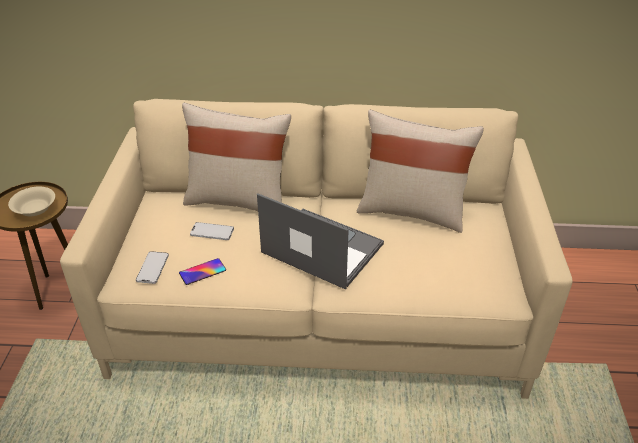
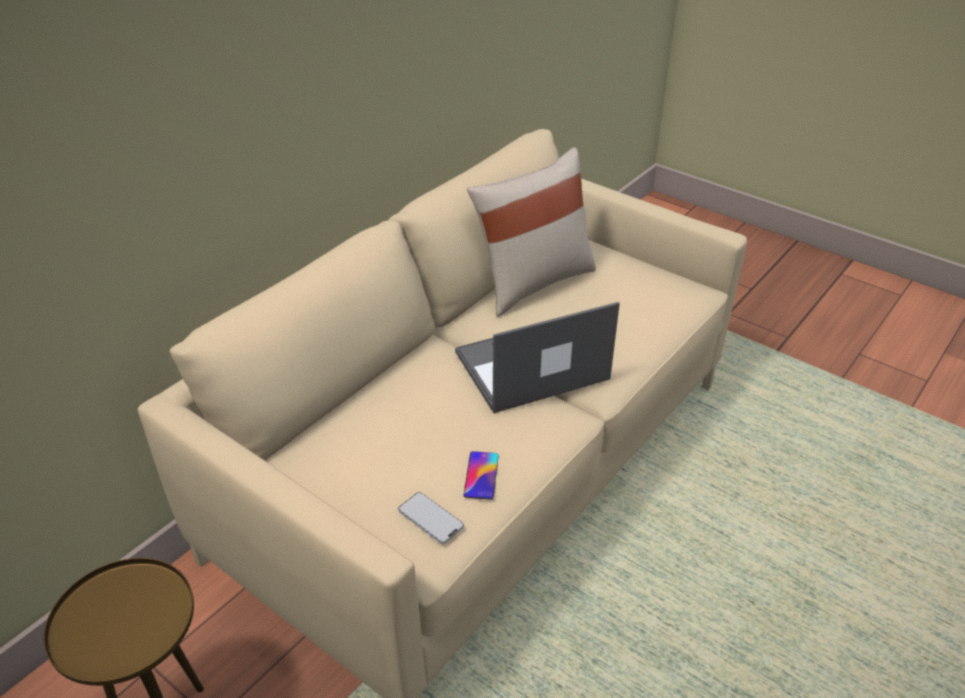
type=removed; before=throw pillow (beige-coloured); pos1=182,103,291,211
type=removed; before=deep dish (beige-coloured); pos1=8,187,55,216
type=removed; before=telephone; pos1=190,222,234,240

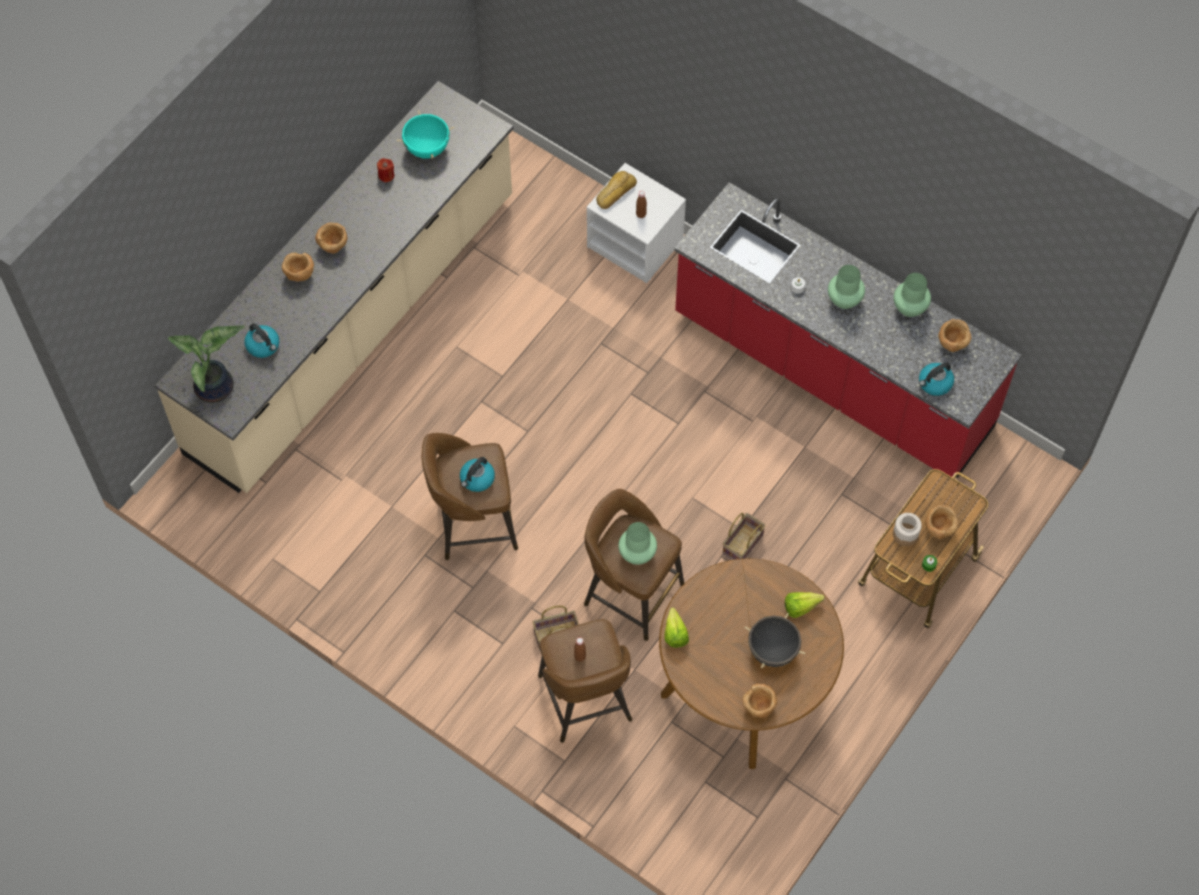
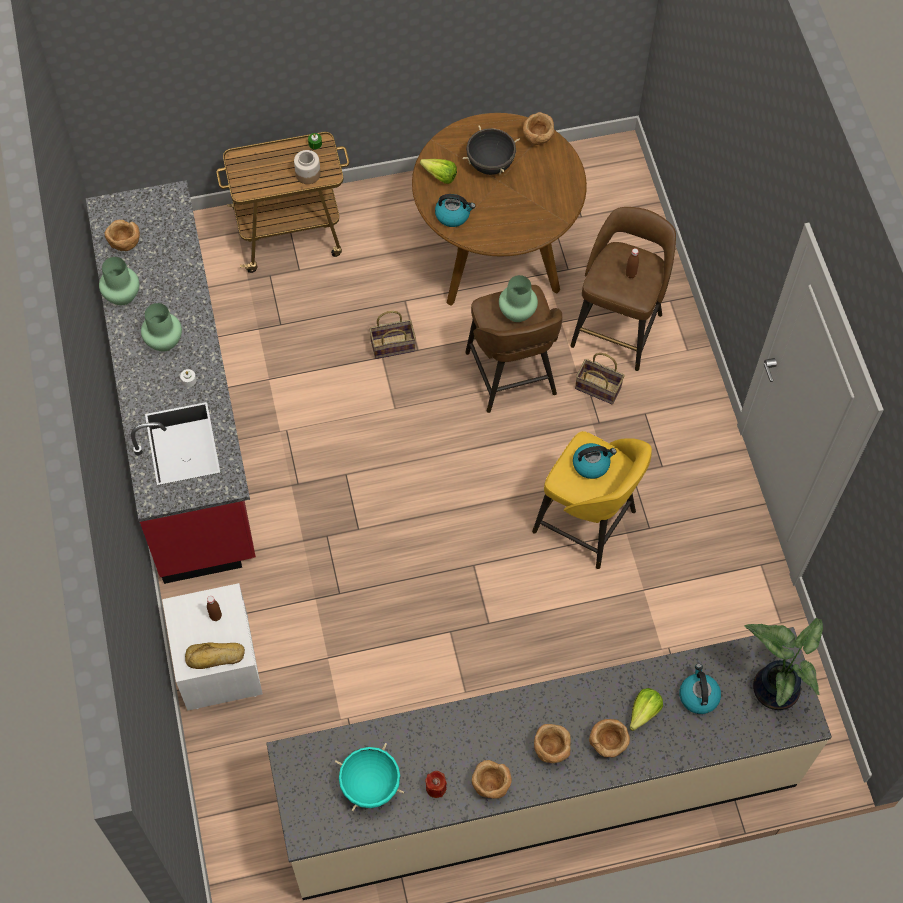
type=moved; before=kettle; pos1=919,362,954,396; pos2=435,194,476,227
type=recoloured; before=sitting stool (brownish); after=sitting stool (yellowish); pos1=422,433,518,560; pos2=532,431,652,569
type=moved; before=deep dish (brownish); pos1=925,505,959,539; pos2=472,760,512,799
type=moved; before=lettuce; pos1=665,608,689,648; pos2=629,688,663,731

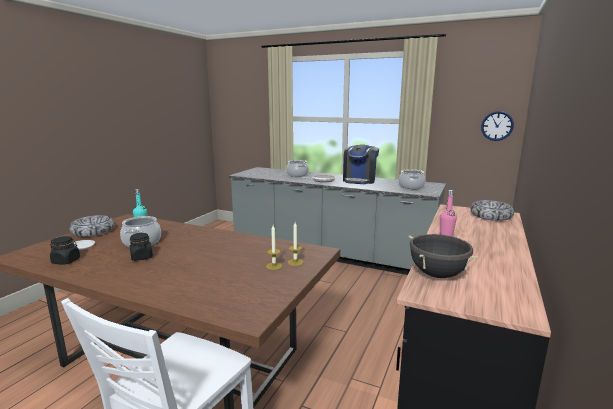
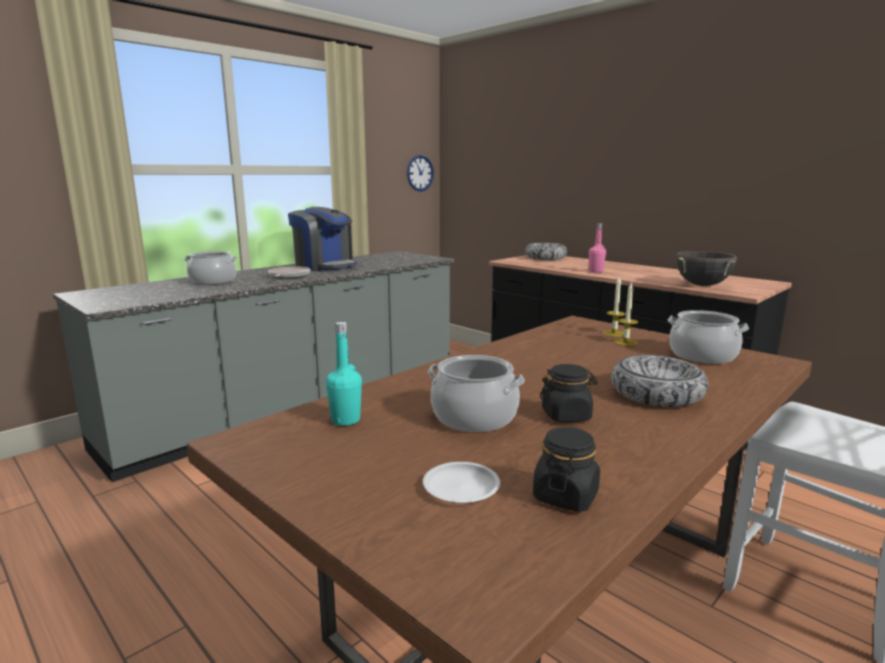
type=moved; before=cooking pot; pos1=399,169,425,189; pos2=667,310,749,364
type=moved; before=deep dish; pos1=69,215,114,237; pos2=611,355,708,407

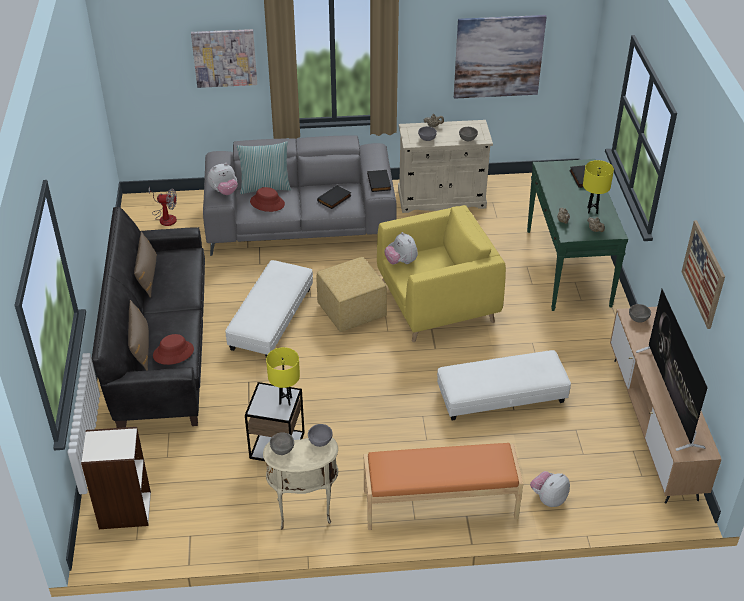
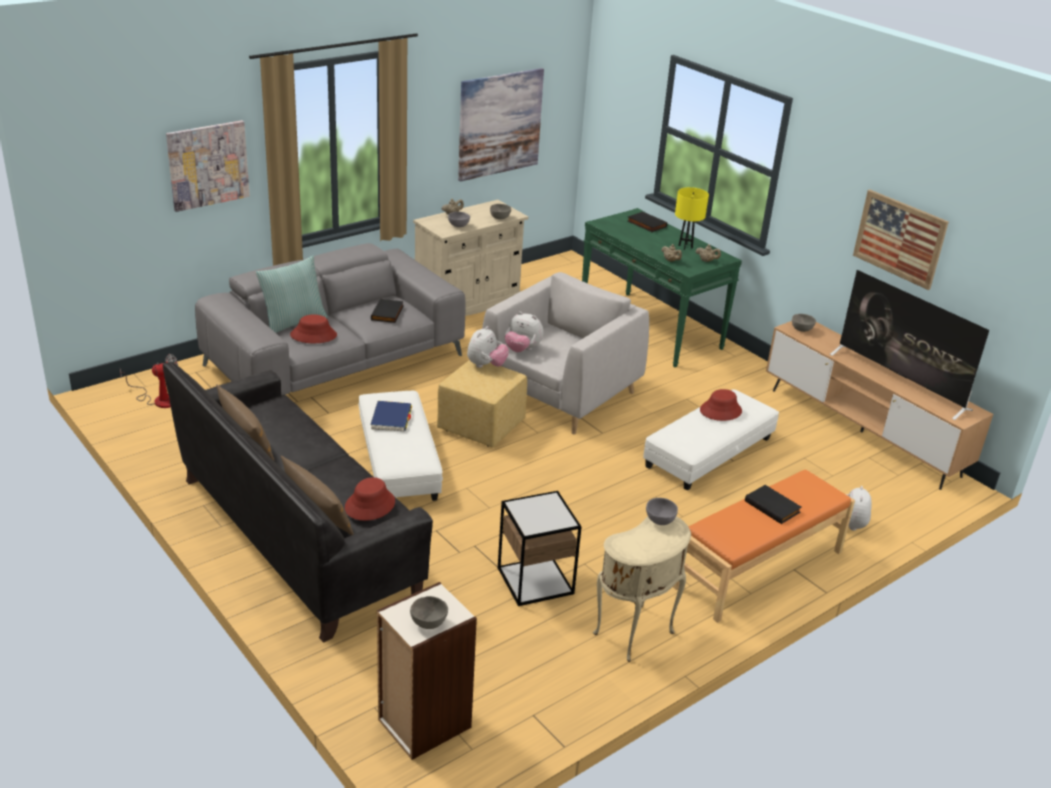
type=moved; before=cuddly toy; pos1=207,163,238,195; pos2=467,326,509,368
type=moved; before=book (blackish); pos1=367,170,391,192; pos2=745,485,802,524
type=recoloured; before=easy chair (yellowish); after=easy chair (gray); pos1=377,205,506,342; pos2=482,272,649,434
type=removed; before=tabletop lamp (yellowish); pos1=266,347,300,406
type=moved; before=deep dish (gray); pos1=270,433,294,455; pos2=410,596,448,629
type=added; after=hat (red-coloured); pos2=700,389,742,421
type=added; after=book (bluish); pos2=371,401,412,431

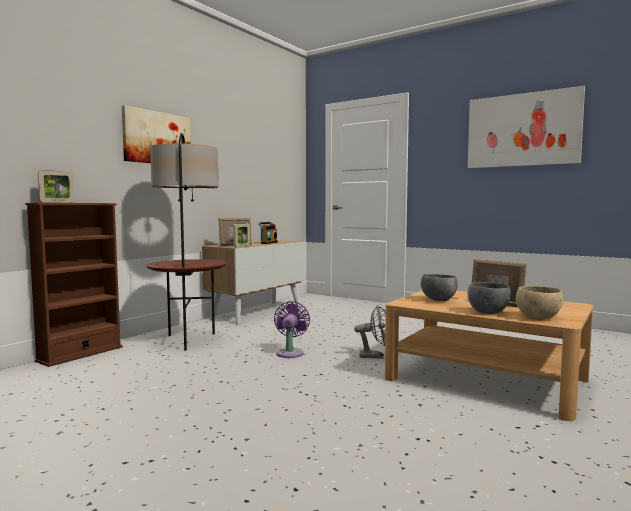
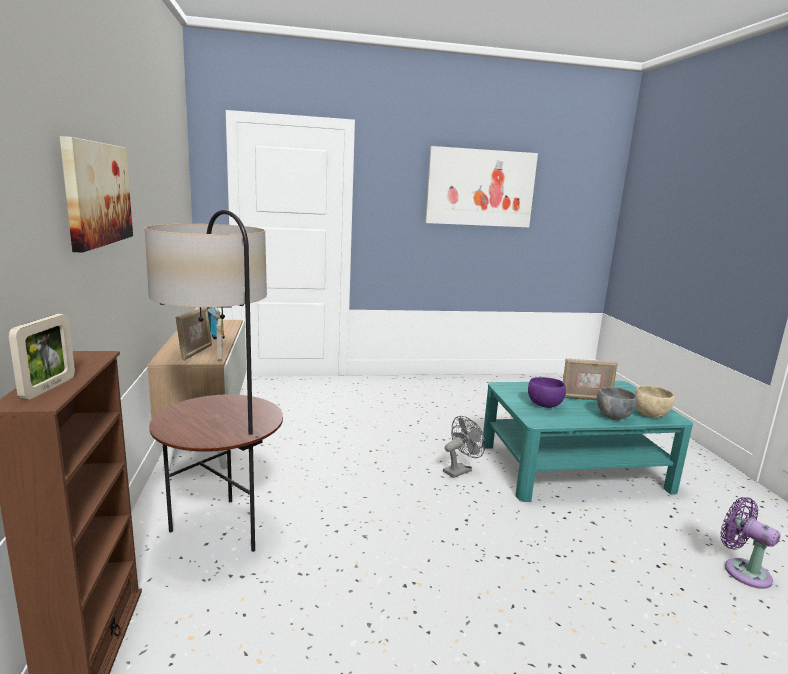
type=recoloured; before=deep dish (gray); after=deep dish (purple); pos1=421,274,458,301; pos2=528,377,566,408
type=recoloured; before=lounge table (beige-coloured); after=lounge table (turquoise); pos1=385,291,593,421; pos2=482,381,693,502
type=moved; before=fan (purple); pos1=274,301,310,358; pos2=721,497,781,589

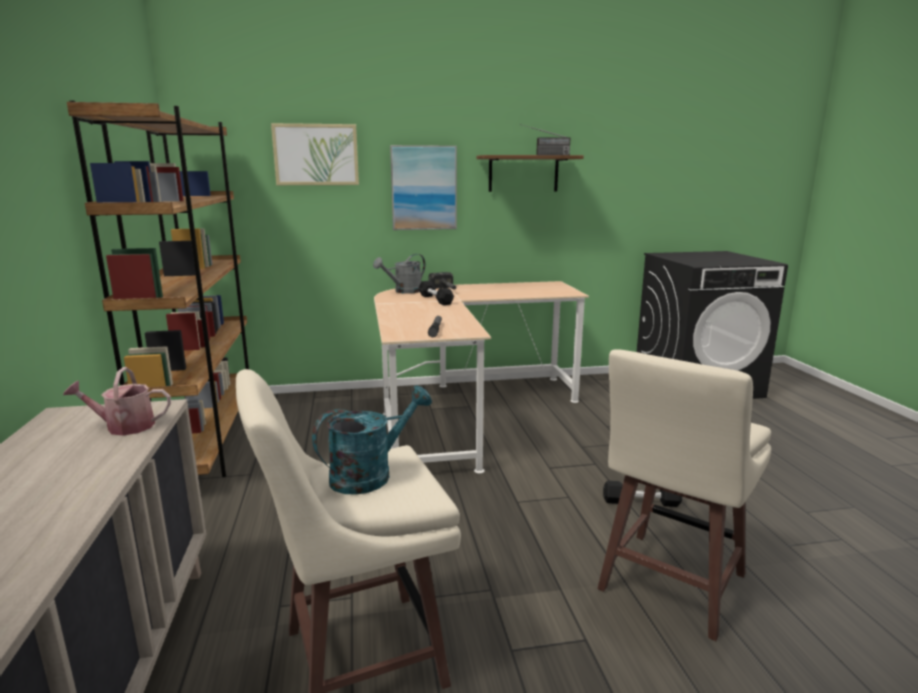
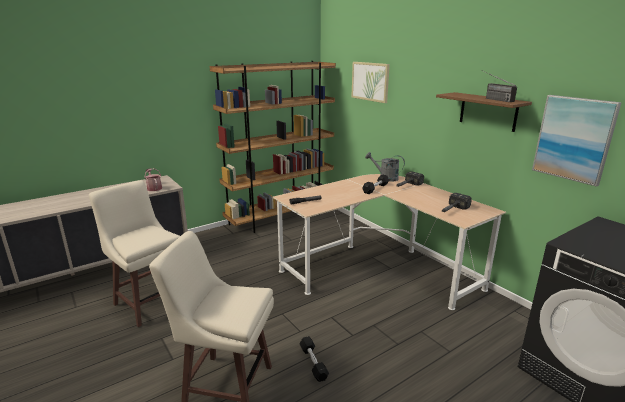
type=moved; before=wall picture; pos1=390,145,457,230; pos2=532,95,622,187
type=removed; before=sprinkling can (turquoise); pos1=312,386,432,495
type=added; after=tool hammer; pos2=442,193,472,212

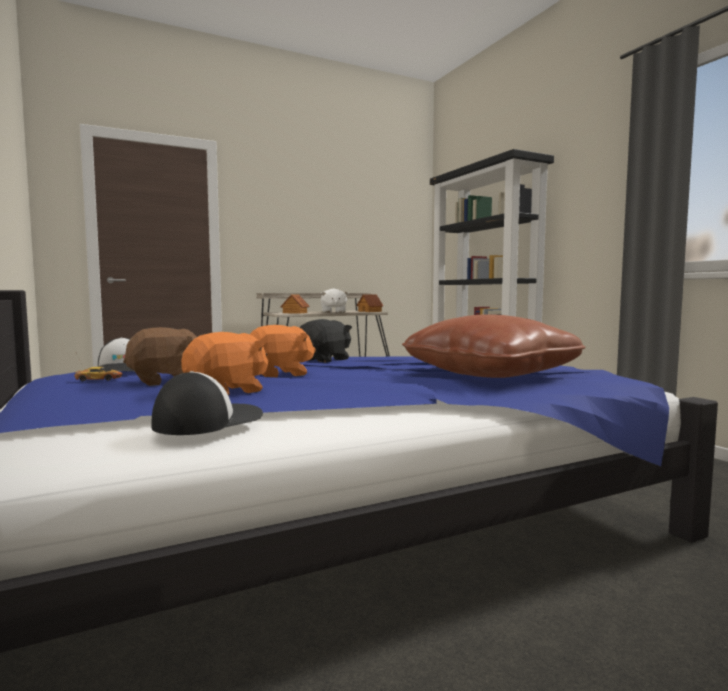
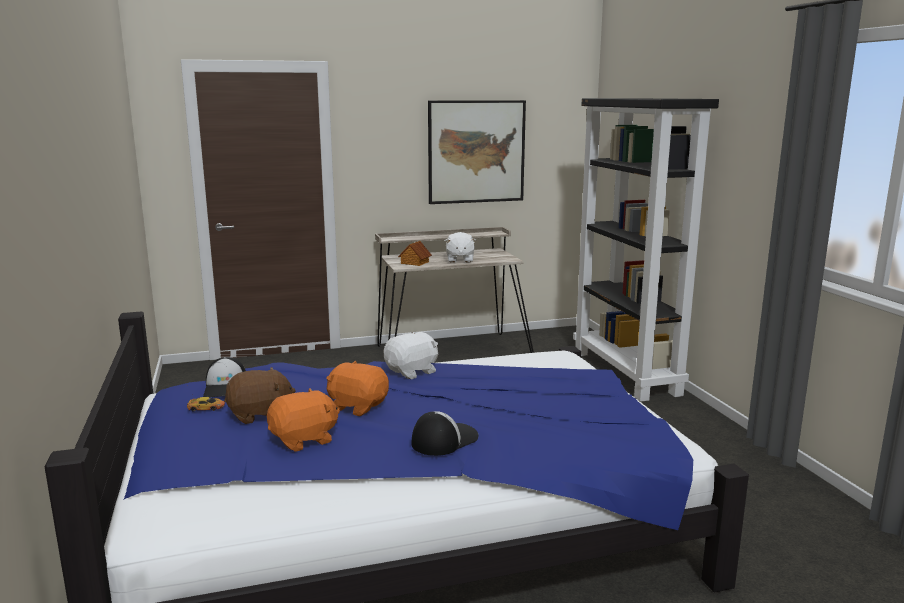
type=removed; before=toy house; pos1=356,294,383,312
type=removed; before=throw pillow (brownish); pos1=402,314,586,378
type=recoloured; before=cuddly toy (blackish); after=cuddly toy (white-coloured); pos1=299,319,352,363; pos2=384,331,438,379
type=turned; before=cuddly toy (orangey); pos1=250,325,316,377; pos2=326,361,389,416; turn=-135
type=moved; before=baseball cap; pos1=152,371,263,435; pos2=412,411,479,456
type=added; after=wall picture; pos2=428,100,526,204

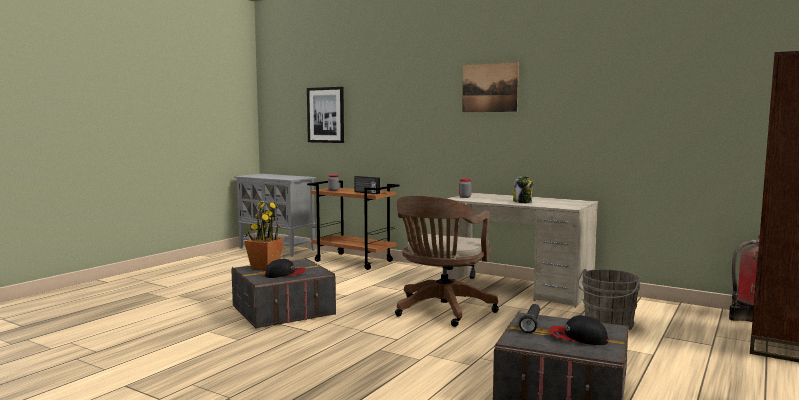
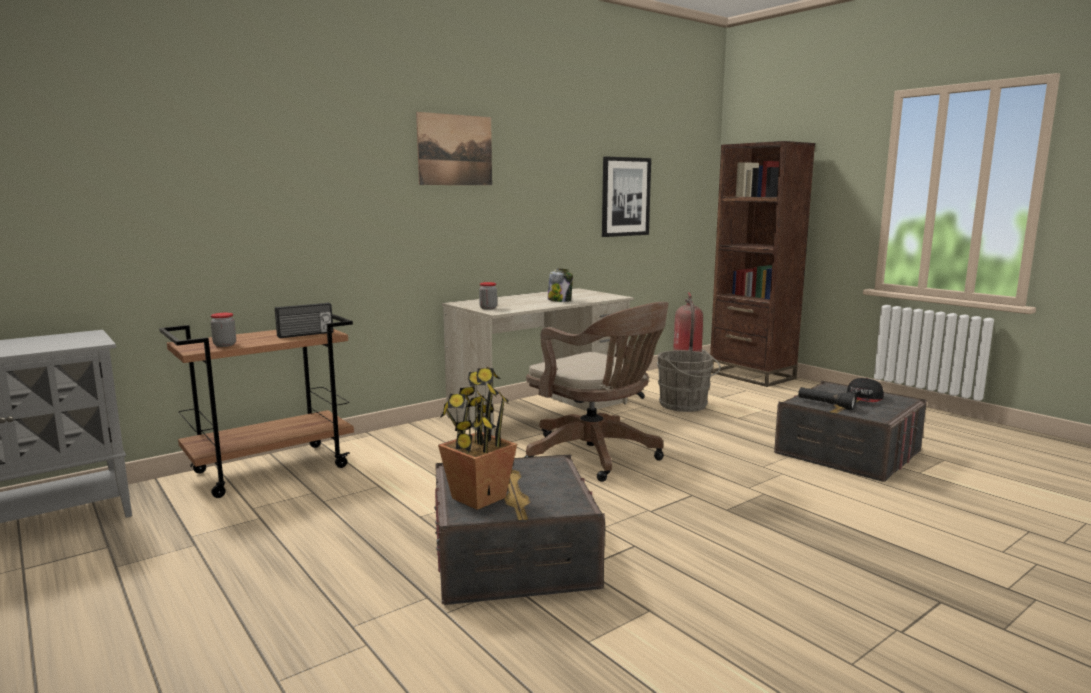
type=moved; before=wall picture; pos1=307,87,344,143; pos2=602,157,651,237
type=removed; before=baseball cap; pos1=265,259,306,278

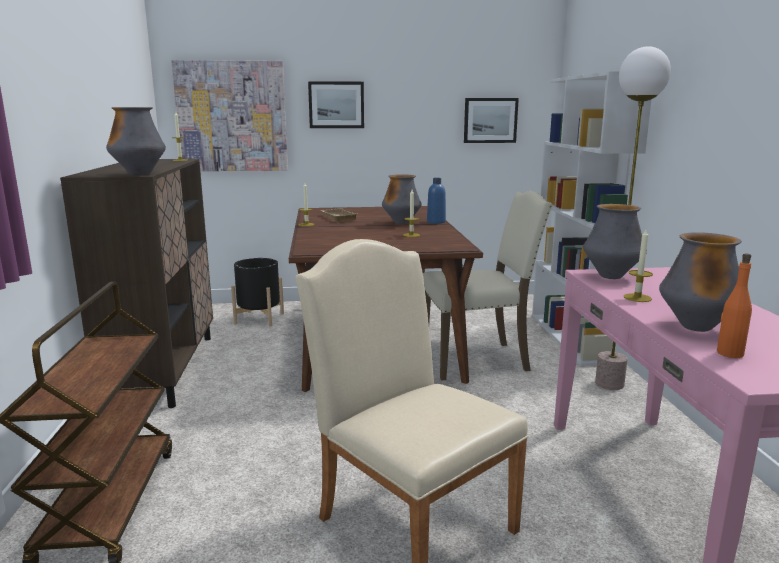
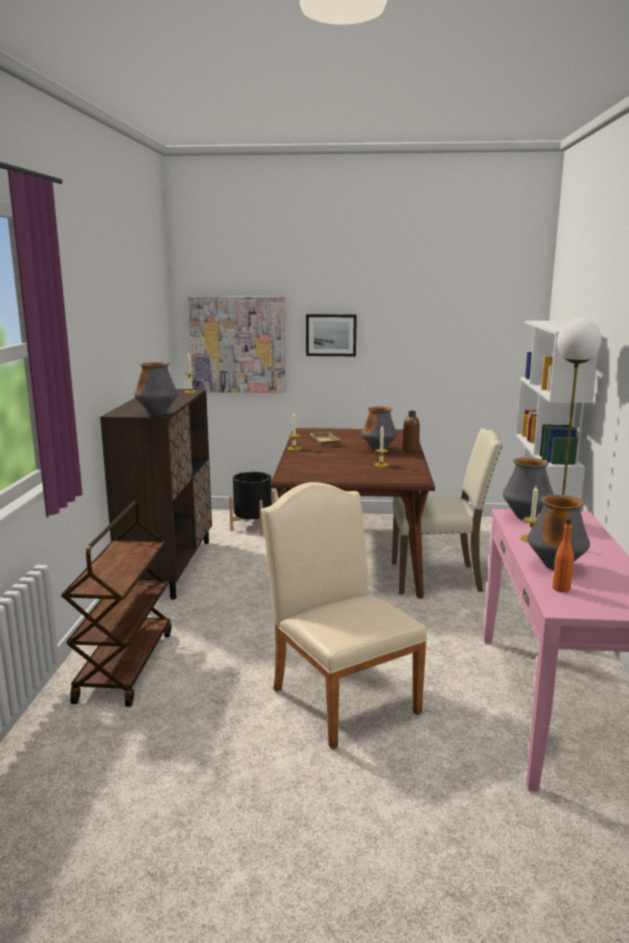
type=removed; before=wall picture; pos1=464,98,519,143
type=recoloured; before=drink bottle (bluish); after=drink bottle (brownish); pos1=427,178,446,224; pos2=402,411,420,452

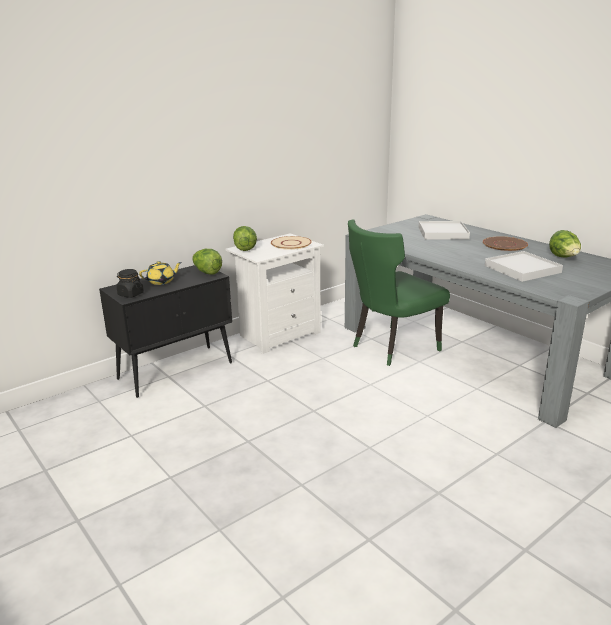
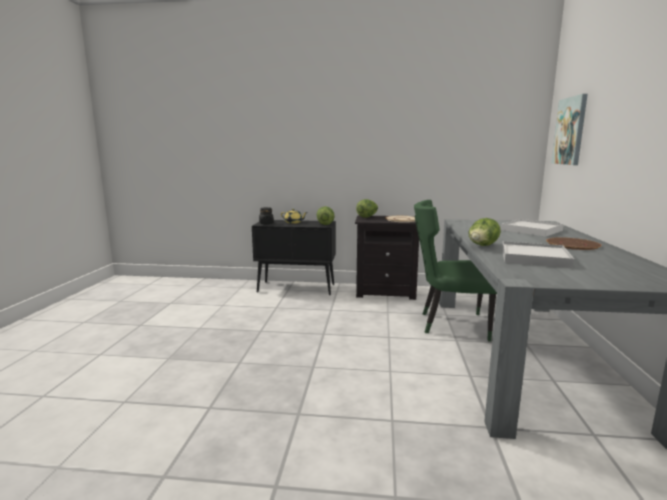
type=moved; before=lettuce; pos1=549,230,581,257; pos2=468,218,501,246
type=recoloured; before=bedside table (white-coloured); after=bedside table (blackish); pos1=226,233,324,354; pos2=355,215,419,300
type=added; after=wall picture; pos2=551,94,588,165

